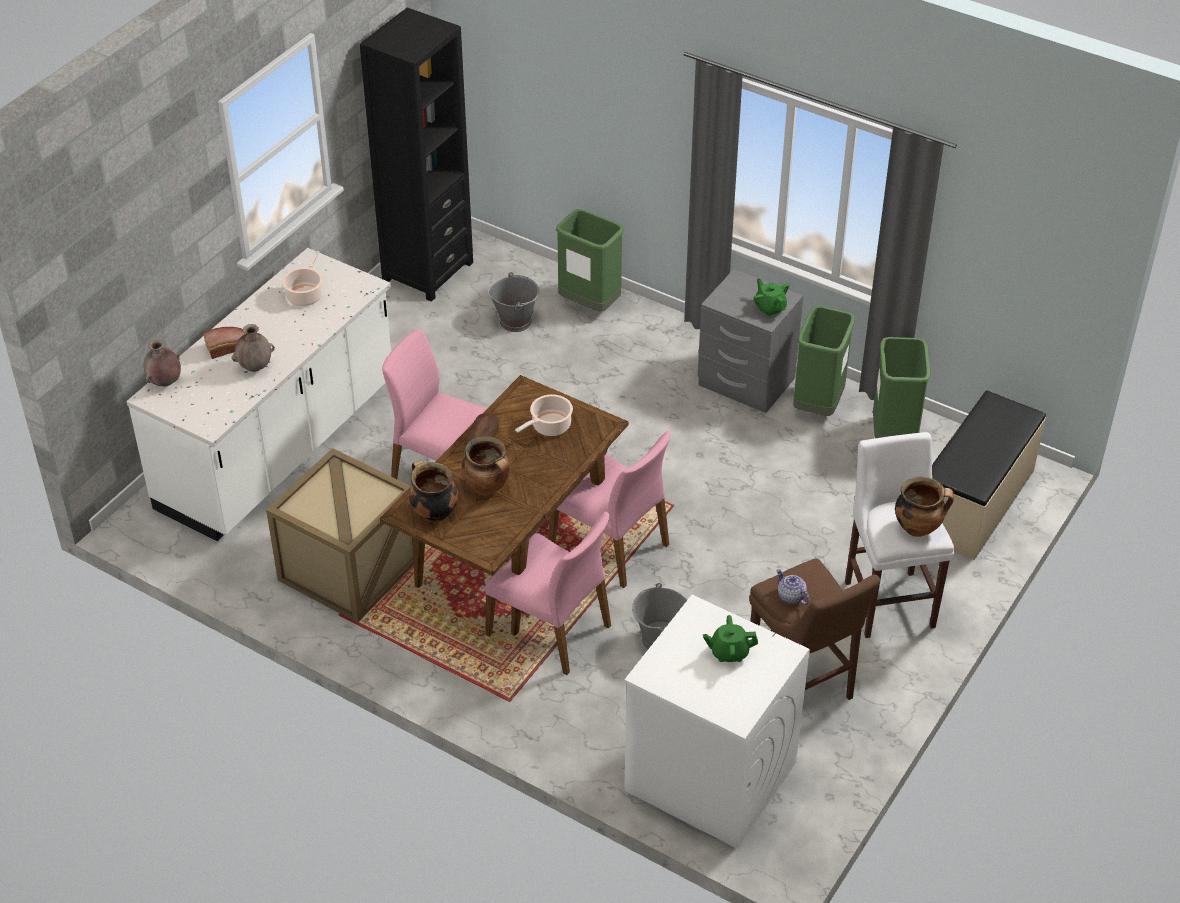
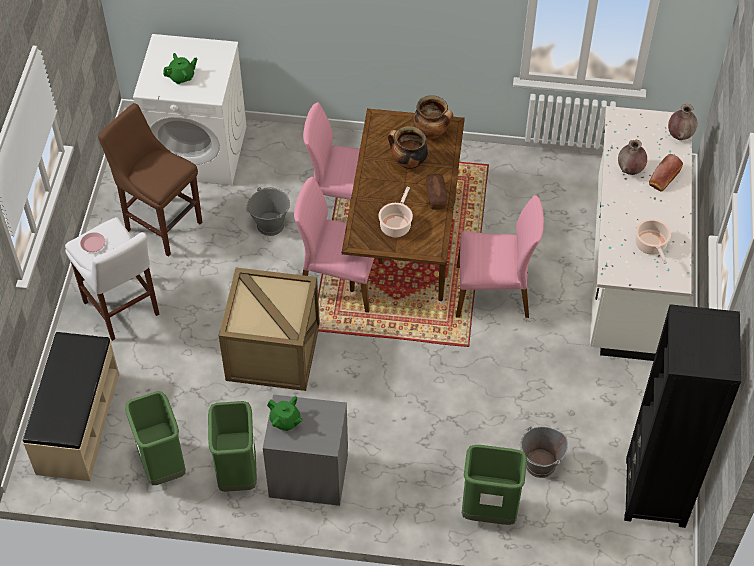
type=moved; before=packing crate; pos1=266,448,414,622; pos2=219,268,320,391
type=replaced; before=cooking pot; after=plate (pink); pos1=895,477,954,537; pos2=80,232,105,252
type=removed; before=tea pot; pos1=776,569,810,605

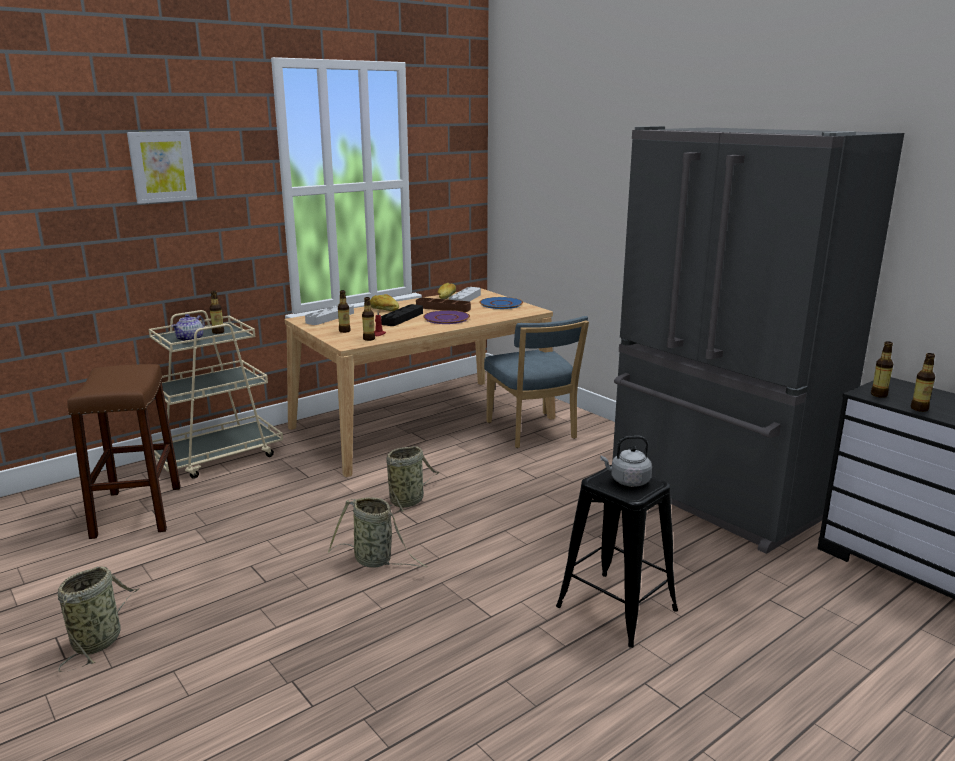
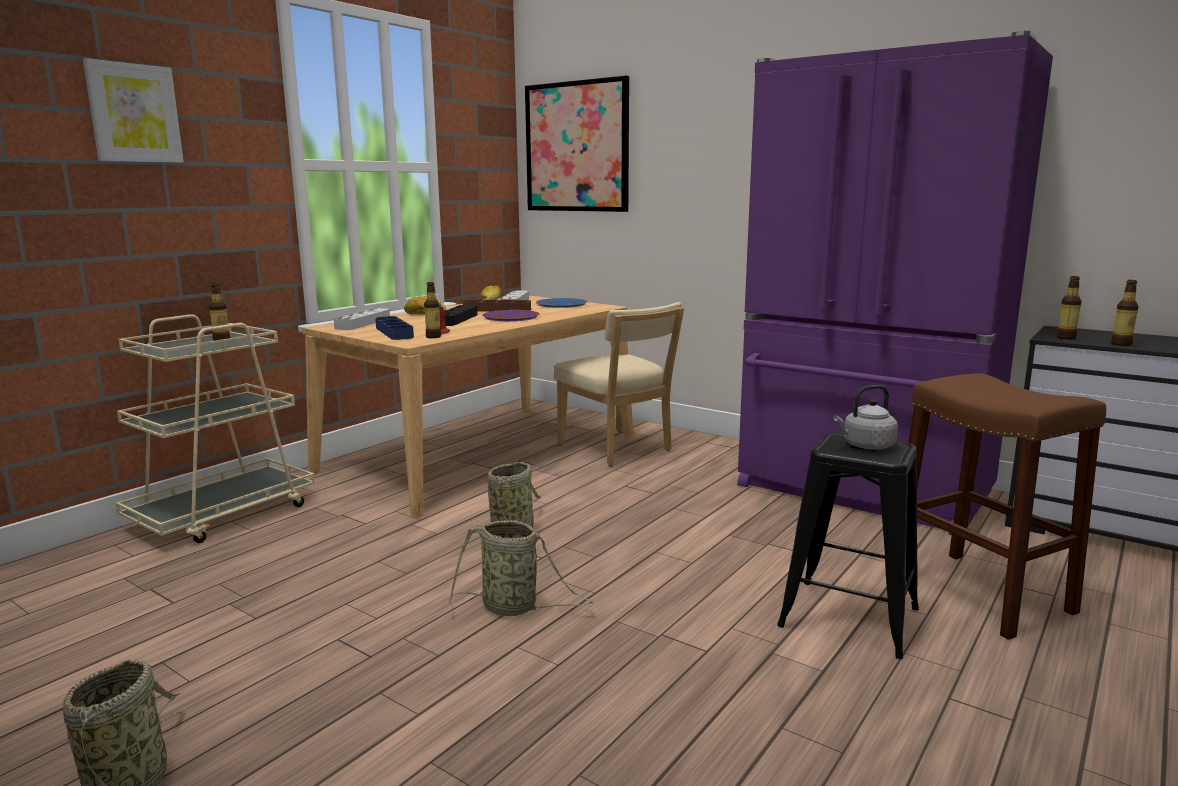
type=recoloured; before=kitchen fridge (gray); after=kitchen fridge (purple); pos1=613,126,904,554; pos2=737,31,1053,535
type=replaced; before=drink bottle; after=tray (bluish); pos1=338,290,351,333; pos2=375,316,414,340
type=removed; before=tea pot; pos1=172,314,205,342
type=recoloured; before=upright chair (bluish); after=upright chair (beige-coloured); pos1=484,316,589,448; pos2=554,302,684,466
type=moved; before=sitting stool (brownish); pos1=67,364,181,539; pos2=908,373,1106,640
type=added; after=wall picture; pos2=525,76,629,212

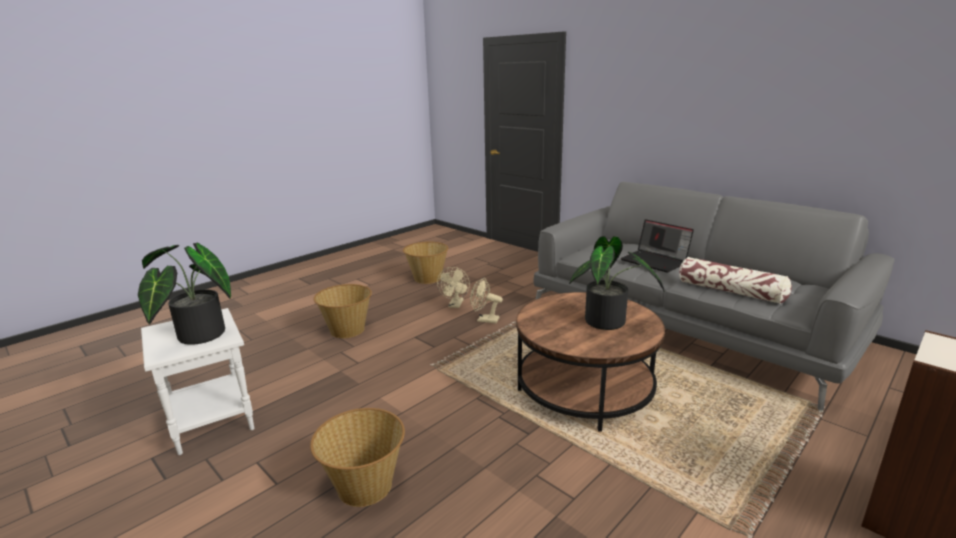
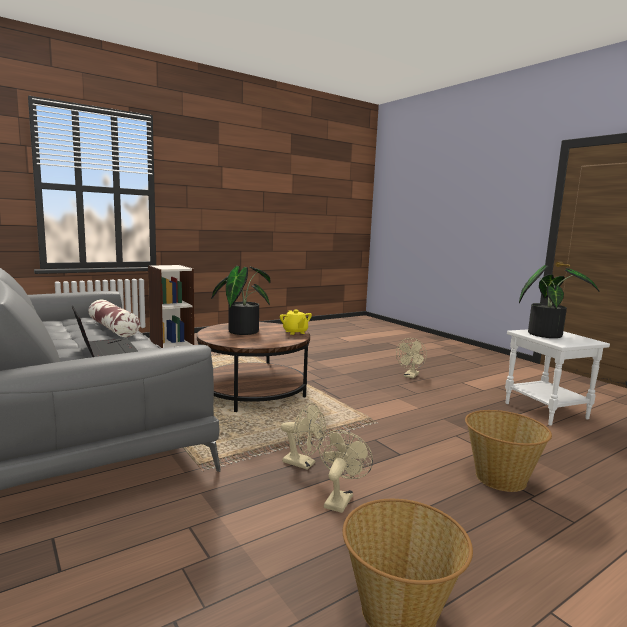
type=replaced; before=storage basket; after=fan (beige-coloured); pos1=310,408,405,507; pos2=396,338,427,379
type=added; after=tea pot (yellowish); pos2=280,310,312,335

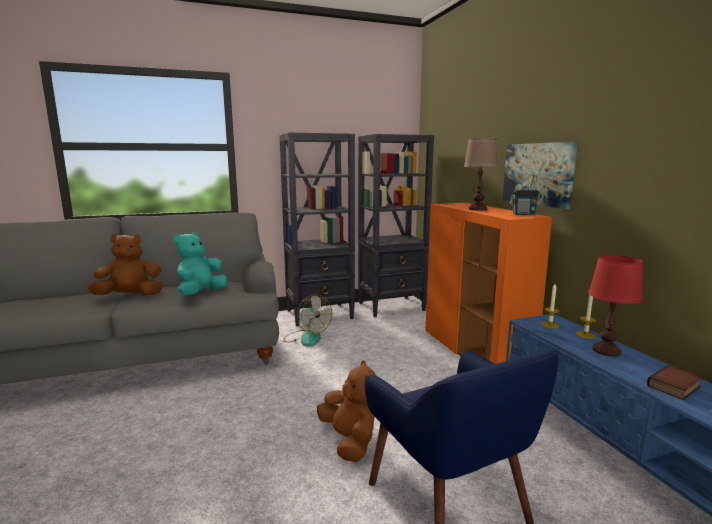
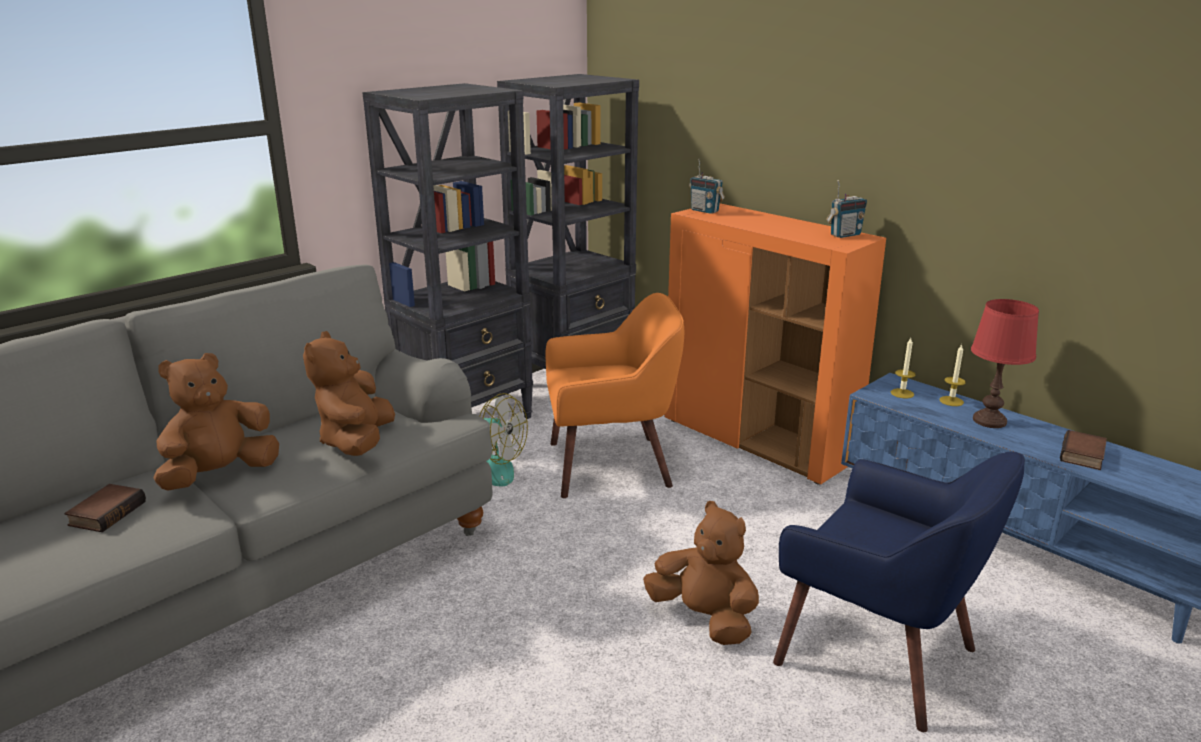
type=removed; before=tabletop lamp (brownish); pos1=464,138,498,211
type=removed; before=wall picture; pos1=503,142,578,209
type=recoloured; before=cuddly toy (turquoise); after=cuddly toy (brownish); pos1=174,232,228,296; pos2=303,331,395,456
type=added; after=radio set; pos2=689,159,725,214
type=added; after=easy chair (orangey); pos2=545,293,684,498
type=added; after=book; pos2=64,484,146,532

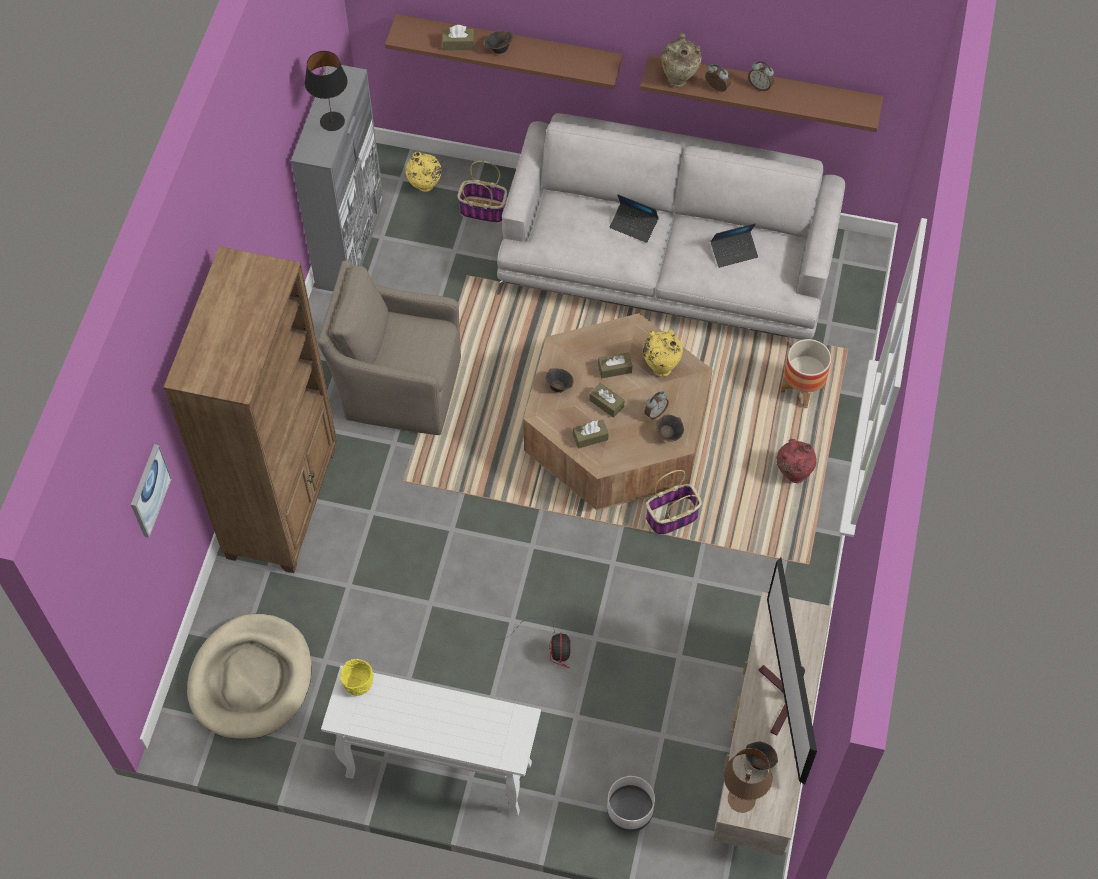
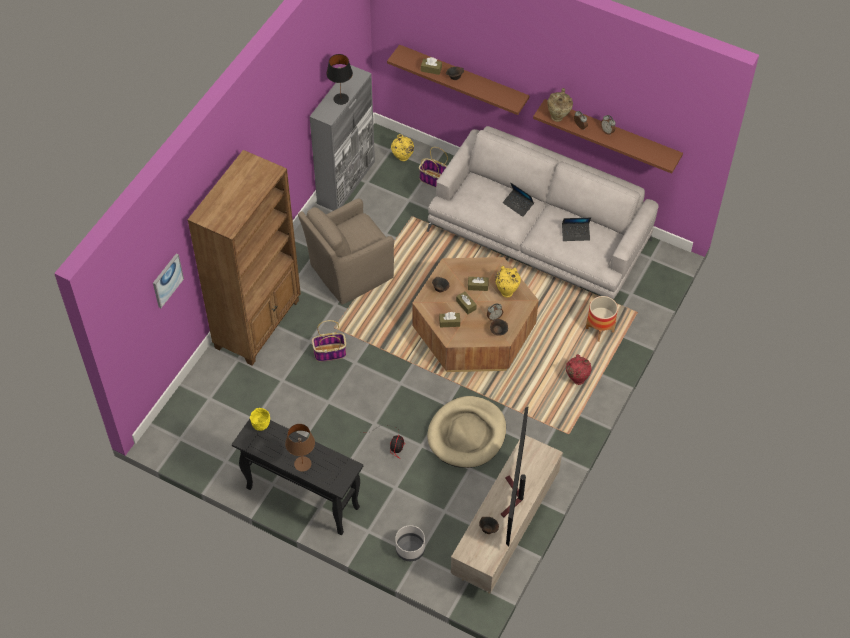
type=turned; before=easy chair (brownish); pos1=318,260,461,435; pos2=298,198,394,305; turn=-60
type=moved; before=storage basket; pos1=646,470,702,535; pos2=312,320,346,362
type=moved; before=dog cushion (beige-coloured); pos1=187,614,312,739; pos2=427,396,506,468
type=recoloured; before=console table (white-coloured); after=console table (blackish); pos1=321,666,541,816; pos2=232,419,363,535
type=moved; before=tabletop lamp (brownish); pos1=724,748,773,813; pos2=285,424,315,472

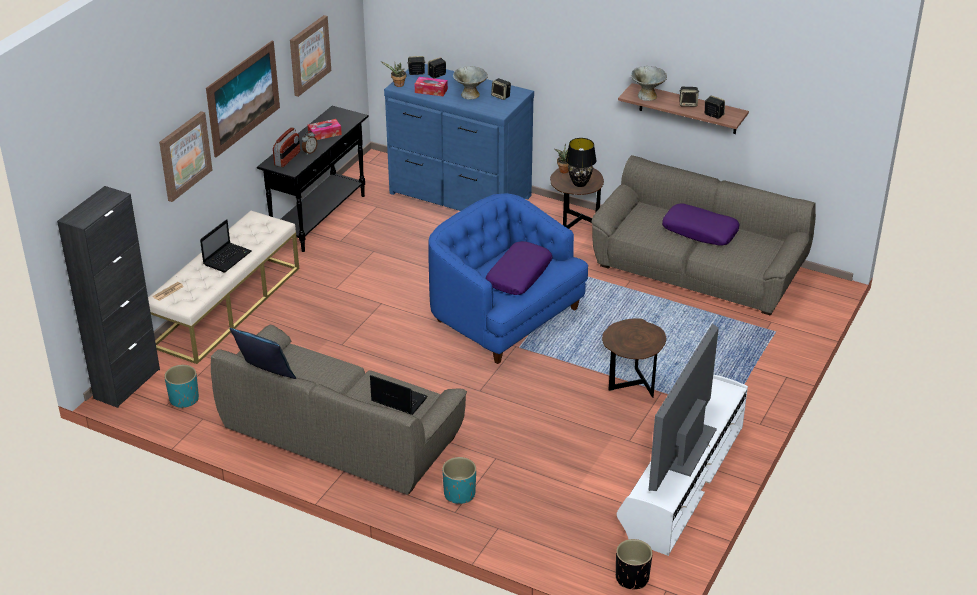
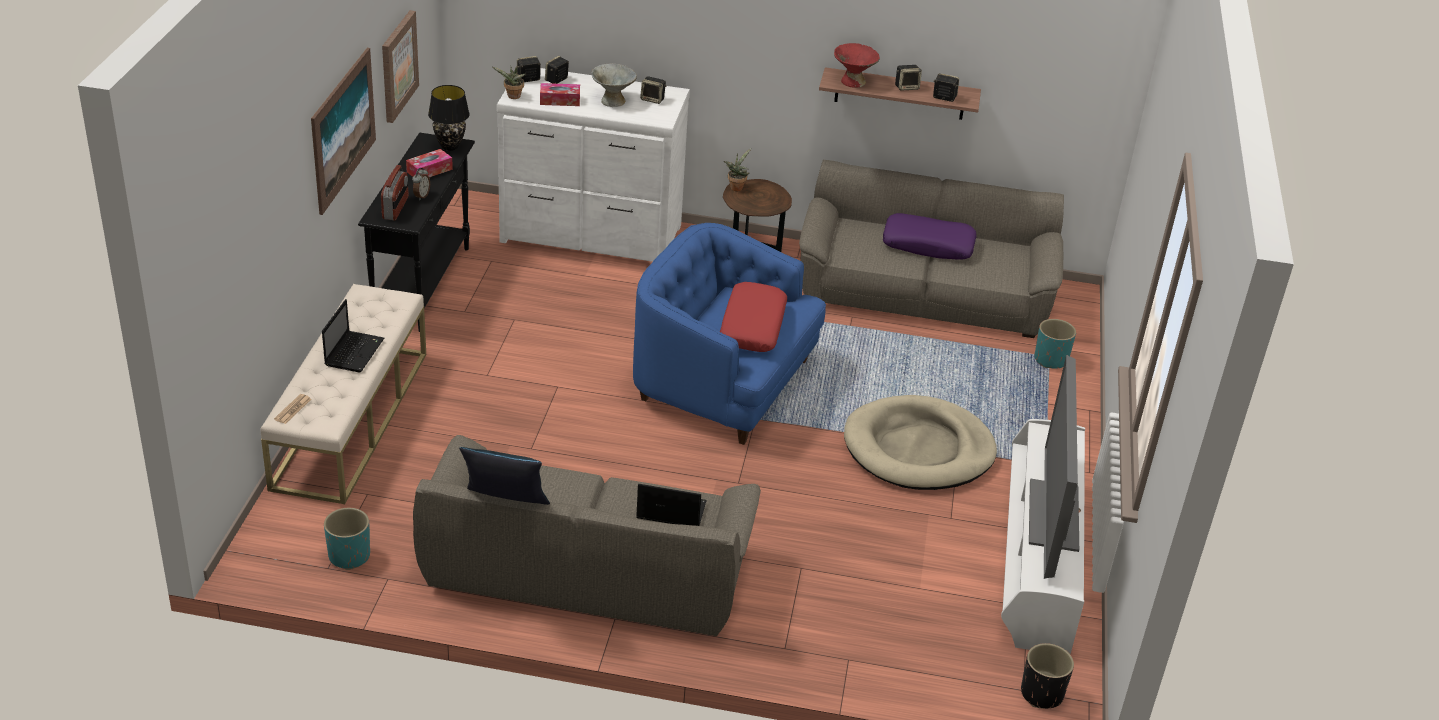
type=recoloured; before=dresser (bluish); after=dresser (white-coloured); pos1=384,64,534,211; pos2=497,68,690,262
type=recoloured; before=deep dish (gray); after=deep dish (red-coloured); pos1=631,66,667,101; pos2=834,43,880,87
type=removed; before=wall picture; pos1=159,111,212,202
type=moved; before=tabletop lamp (blackish); pos1=565,138,596,187; pos2=428,85,470,151
type=removed; before=cupboard (blackish); pos1=57,186,160,408
type=recoloured; before=throw pillow (purple); after=throw pillow (red-coloured); pos1=486,241,552,295; pos2=720,282,787,352
type=replaced; before=end table (brownish); after=dog cushion (beige-coloured); pos1=602,318,666,398; pos2=844,395,997,490
type=moved; before=flower pot (turquoise); pos1=442,457,476,504; pos2=1034,319,1076,368

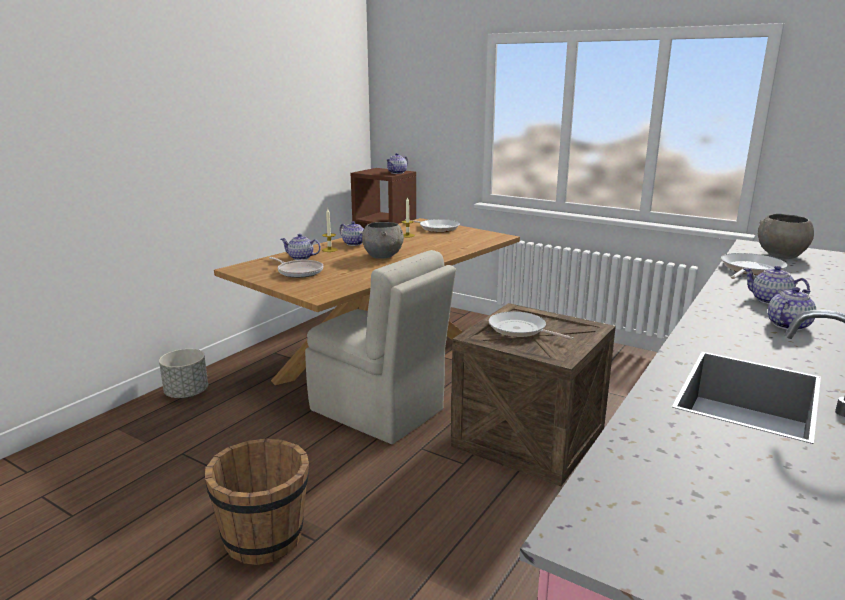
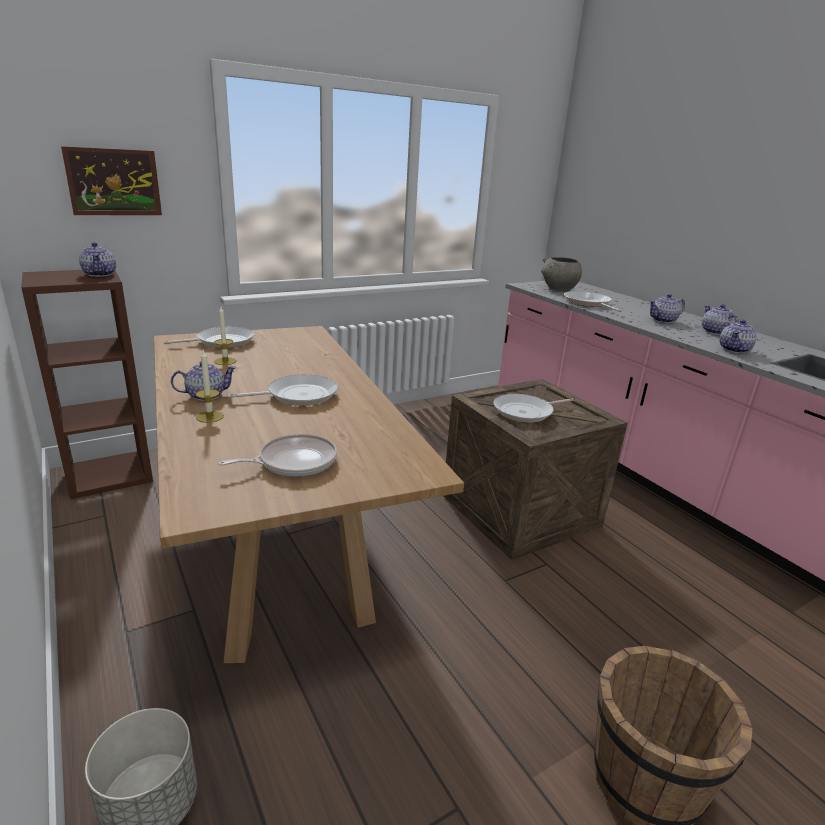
type=replaced; before=deep dish (gray); after=pan; pos1=362,222,404,258; pos2=228,374,338,406
type=moved; before=tea pot; pos1=281,234,321,260; pos2=719,320,757,353
type=removed; before=upright chair (beige-coloured); pos1=305,250,456,444
type=added; after=wall picture; pos2=61,146,162,215

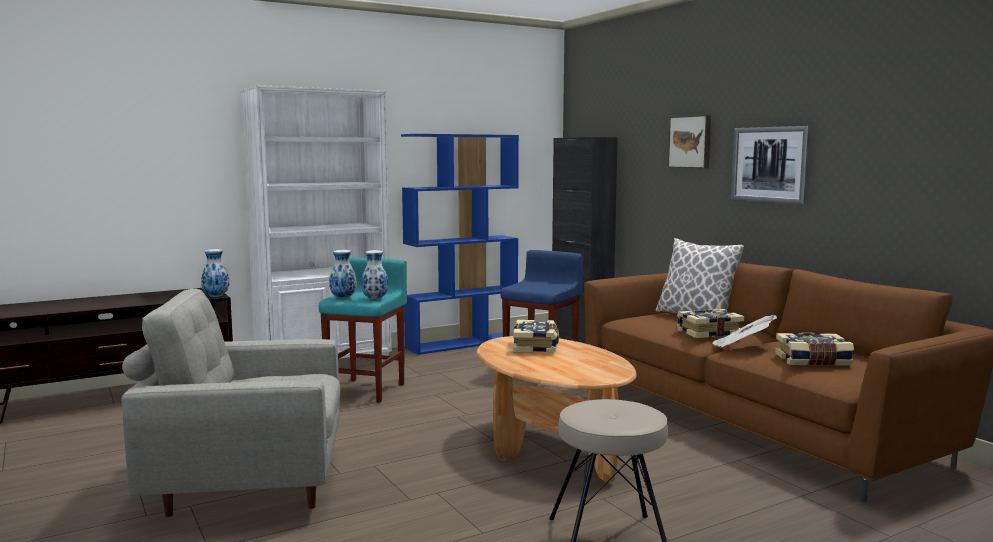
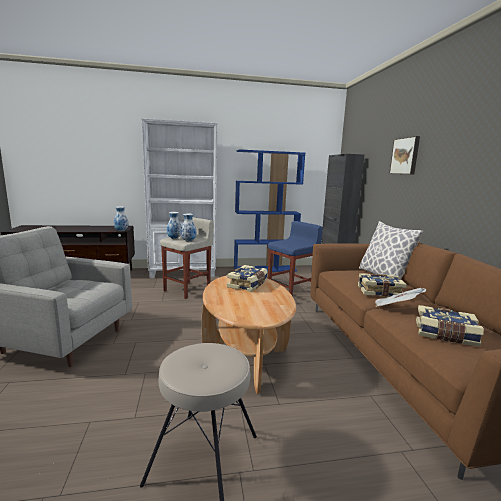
type=removed; before=wall picture; pos1=731,126,811,205
type=recoloured; before=sitting stool (turquoise); after=sitting stool (beige-coloured); pos1=319,258,407,403; pos2=160,217,214,299

